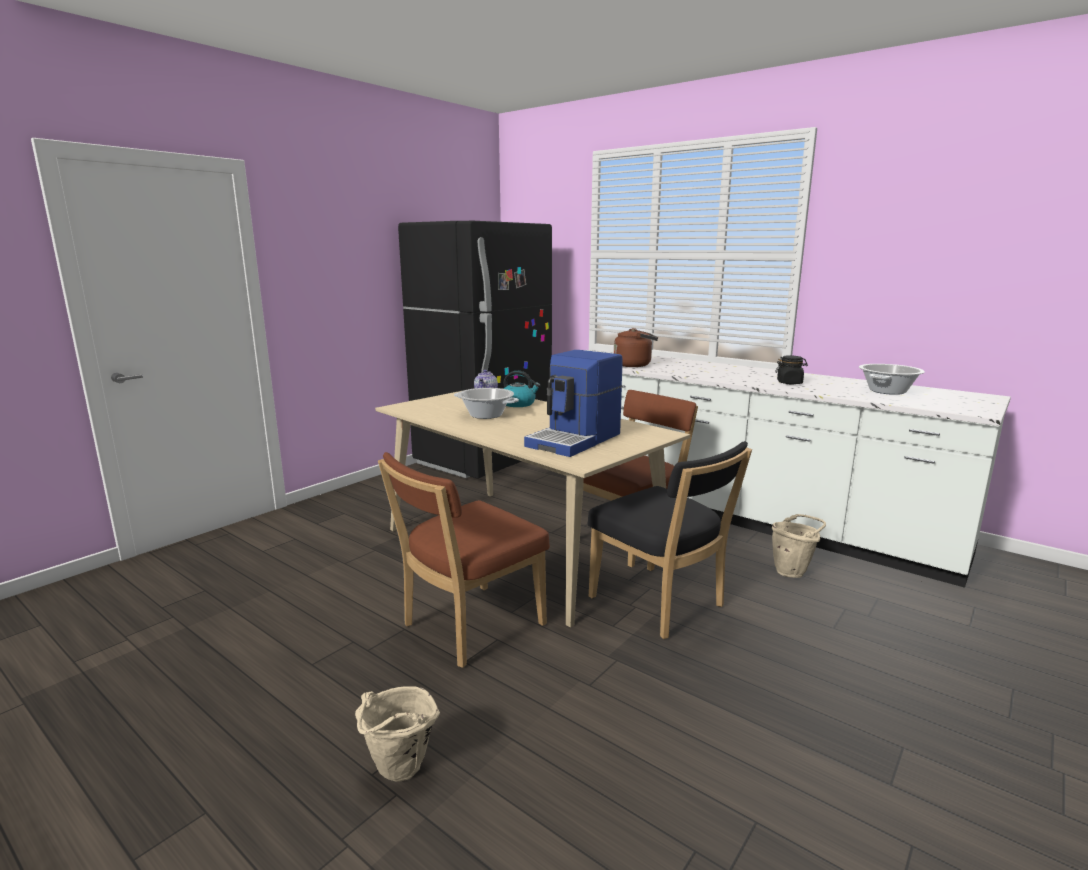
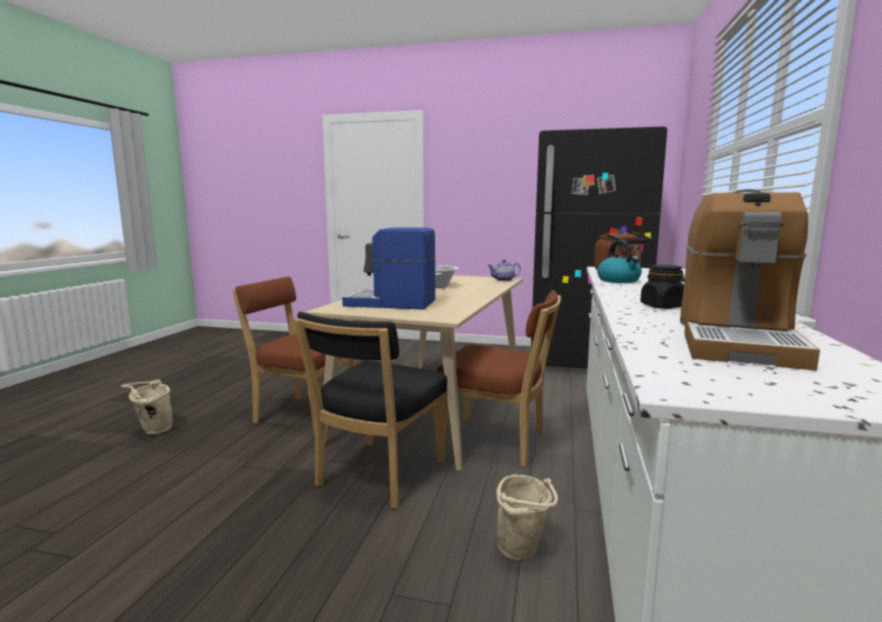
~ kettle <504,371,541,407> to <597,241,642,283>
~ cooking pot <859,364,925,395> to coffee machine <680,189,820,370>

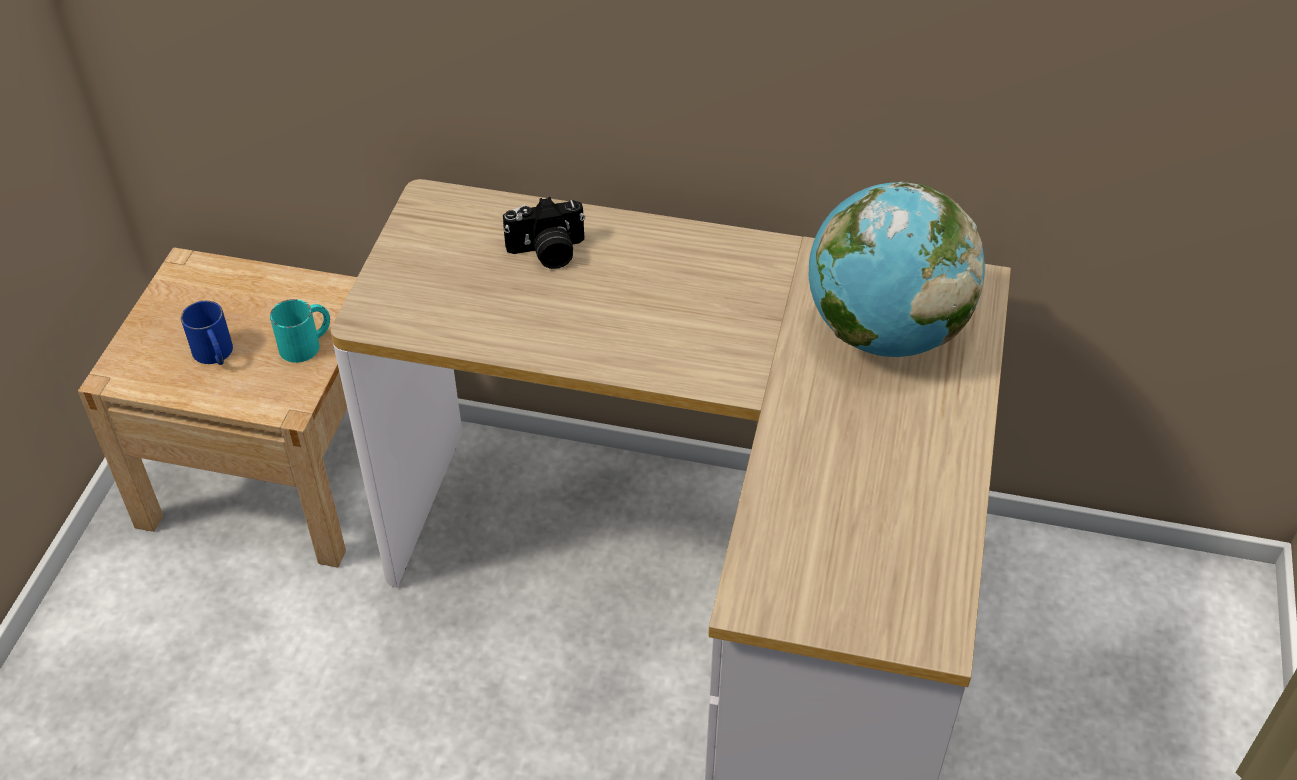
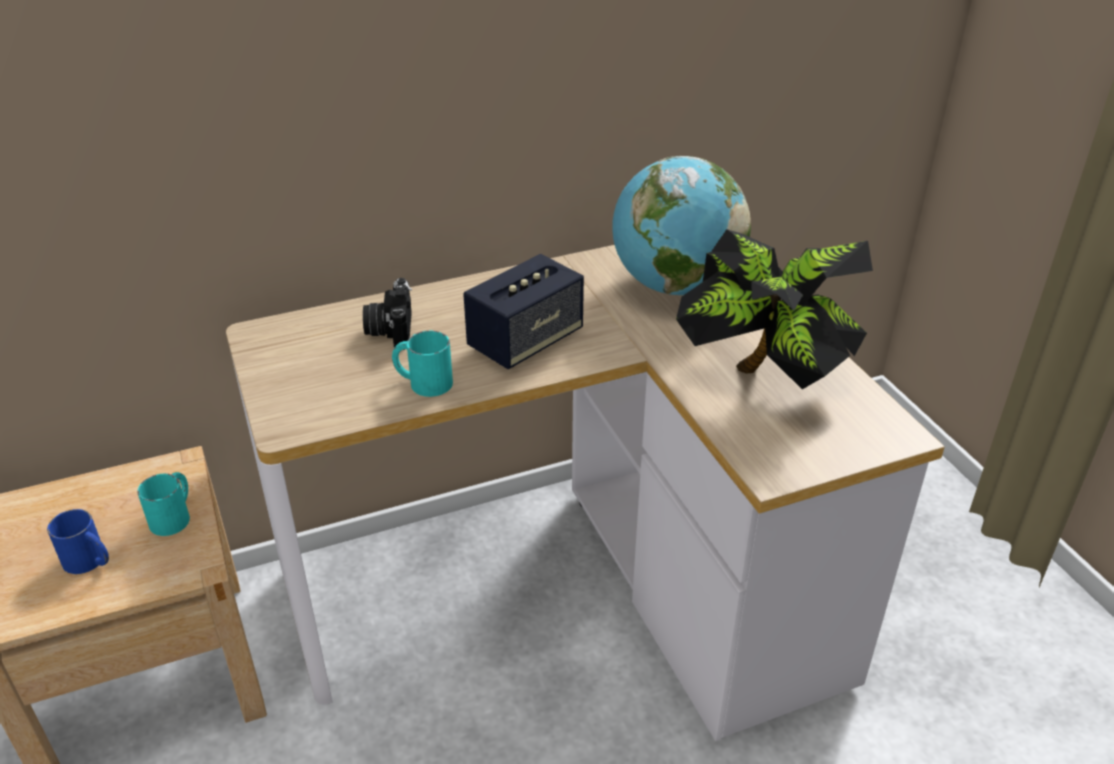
~ still camera <503,197,585,269> = <363,278,412,350> 135 degrees clockwise
+ blue-green coffee mug <392,331,453,397>
+ audio speaker <463,254,584,369>
+ potted plant <676,229,873,389>

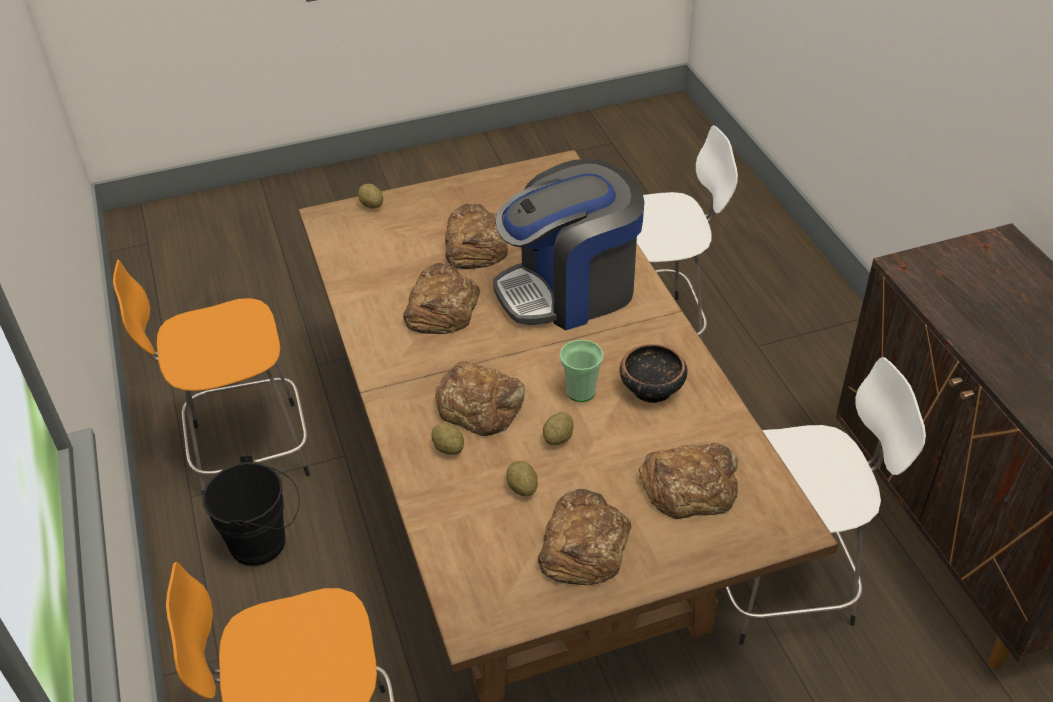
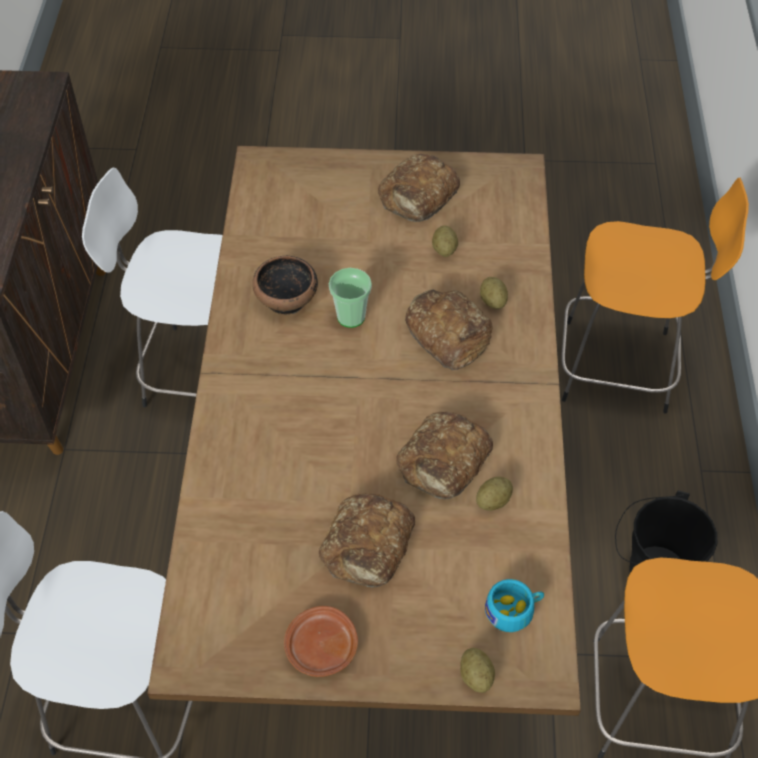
+ brownish plate <284,606,358,677>
~ spud <543,412,574,445> to <476,477,513,511>
+ blue-green small cup <485,579,544,632>
- coffee machine <493,159,644,330>
- bakery bread <639,443,738,519>

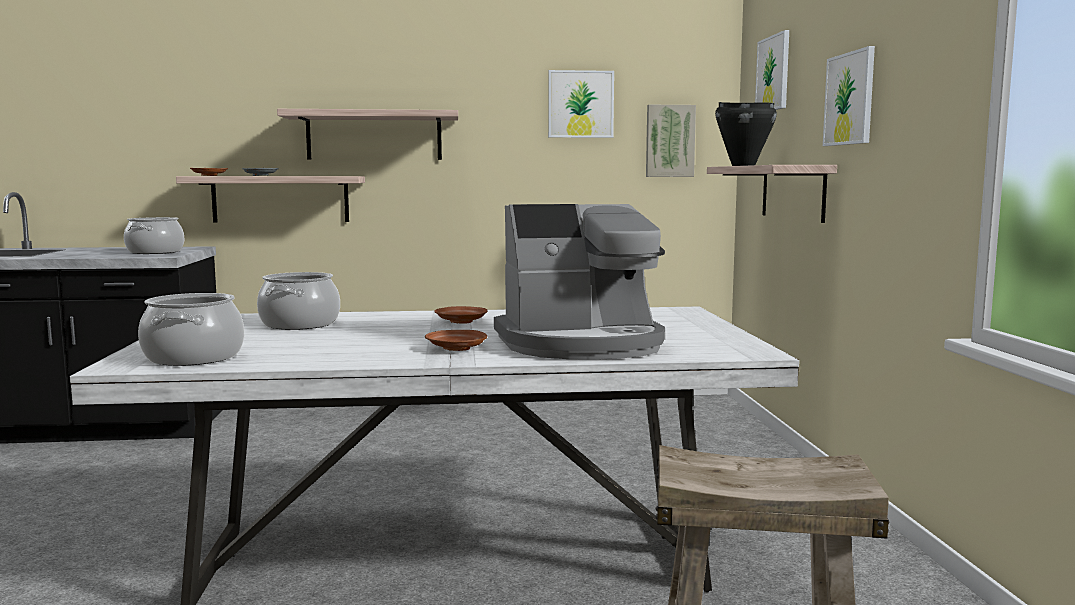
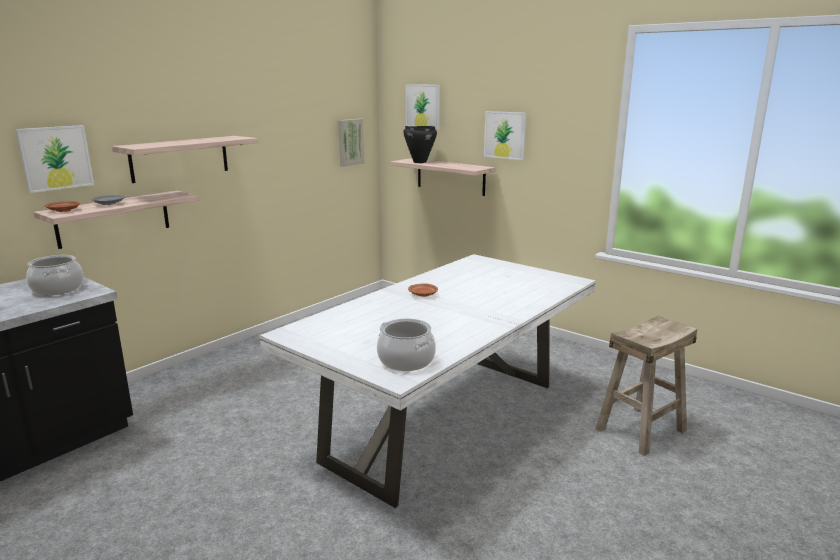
~ wall art <548,70,614,138> to <16,125,94,193>
- cooking pot <257,272,340,330>
- brownish plate <425,330,487,351>
- coffee machine <494,204,665,360>

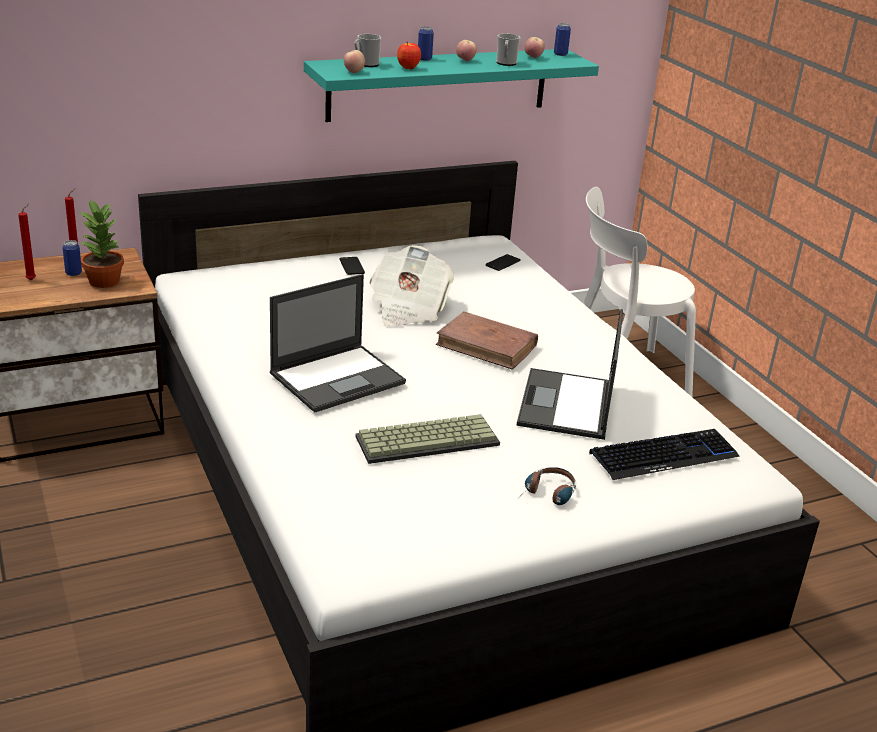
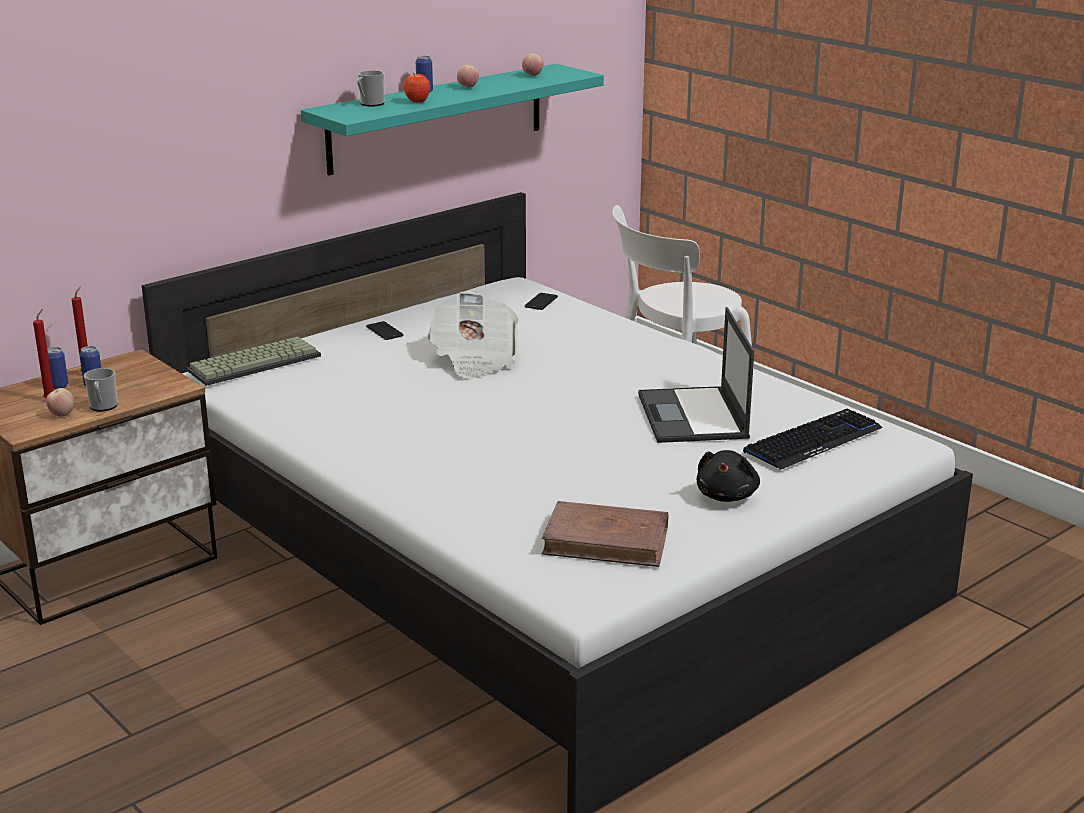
~ whole apple <344,50,365,73> to <46,388,75,417>
~ sealed can <554,23,571,56> to <47,347,68,389>
~ coffee mug <496,34,520,66> to <84,368,118,411>
~ PC keyboard <356,414,500,464> to <187,337,321,386>
~ brownish volume <436,312,538,370> to <542,501,668,567>
~ headphones <525,467,577,505> to black soft toy <697,450,760,502>
- potted plant <78,200,124,288>
- laptop <270,274,406,413>

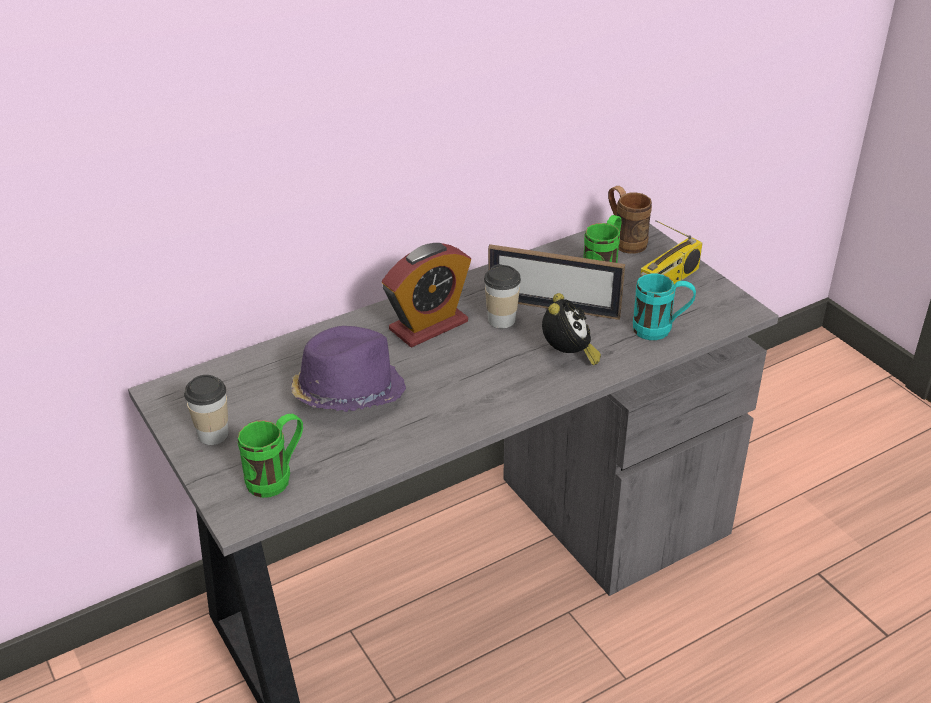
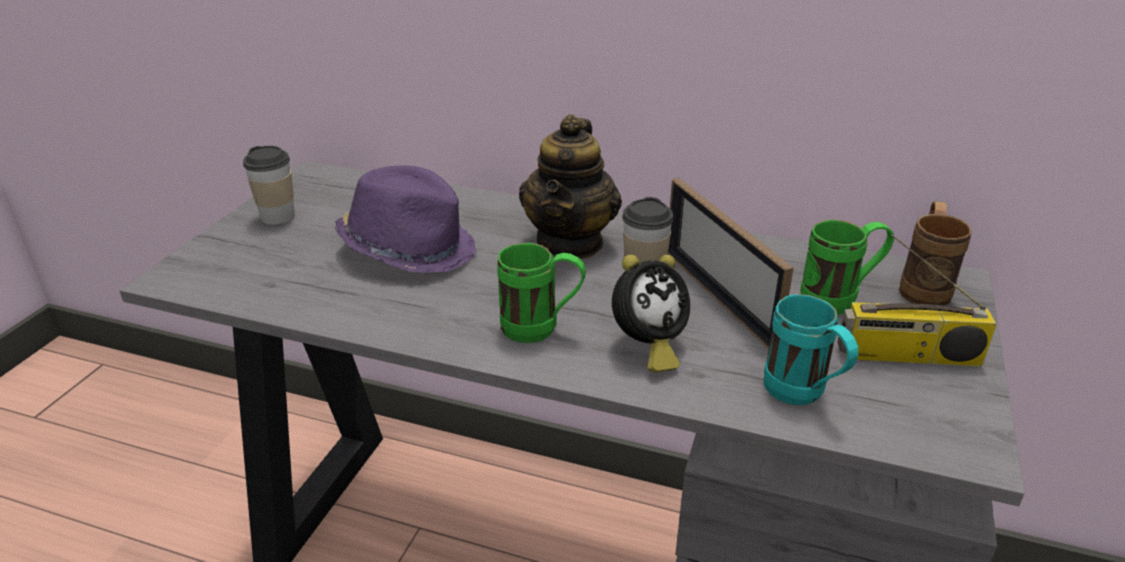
~ green coffee mug <238,414,303,498> to <497,243,586,343>
~ alarm clock <382,243,471,348> to tea pot <519,114,622,259>

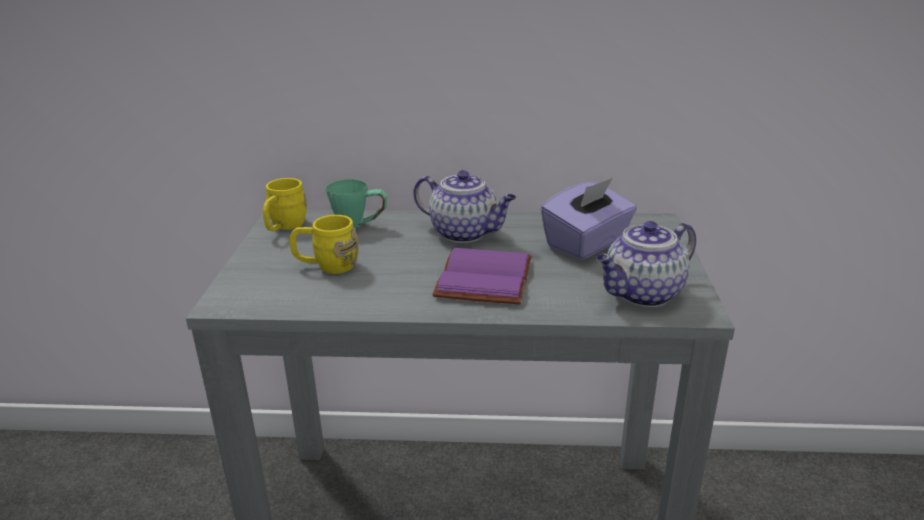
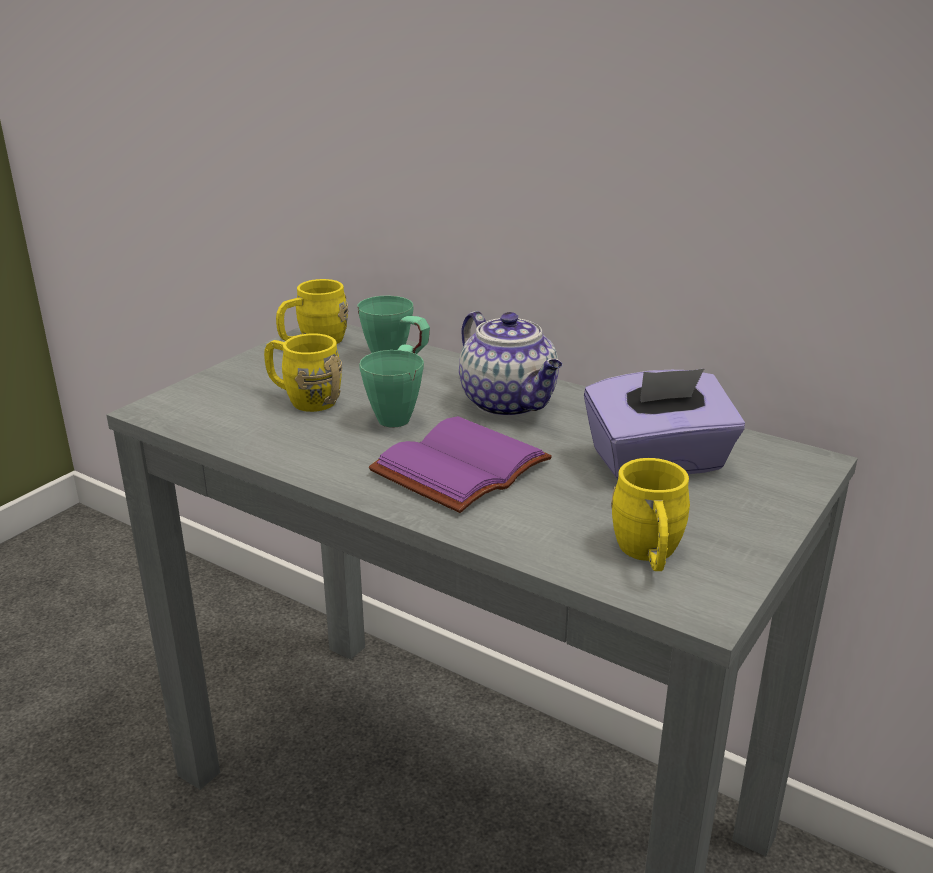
+ green coffee mug <359,344,424,428>
~ tea pot <597,221,696,307> to yellowish coffee mug <611,458,690,571>

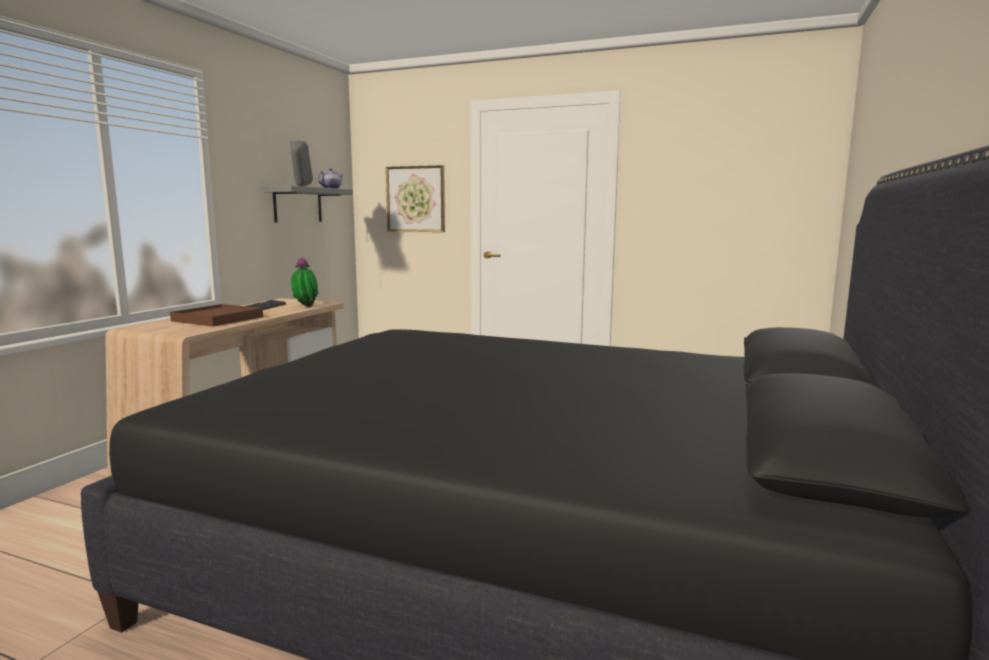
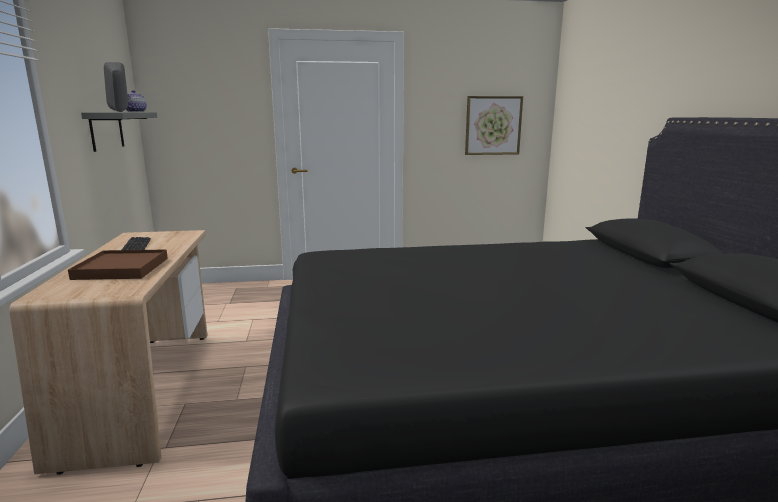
~ wall art <386,165,445,232> to <465,96,523,155>
- potted plant <291,257,318,307>

